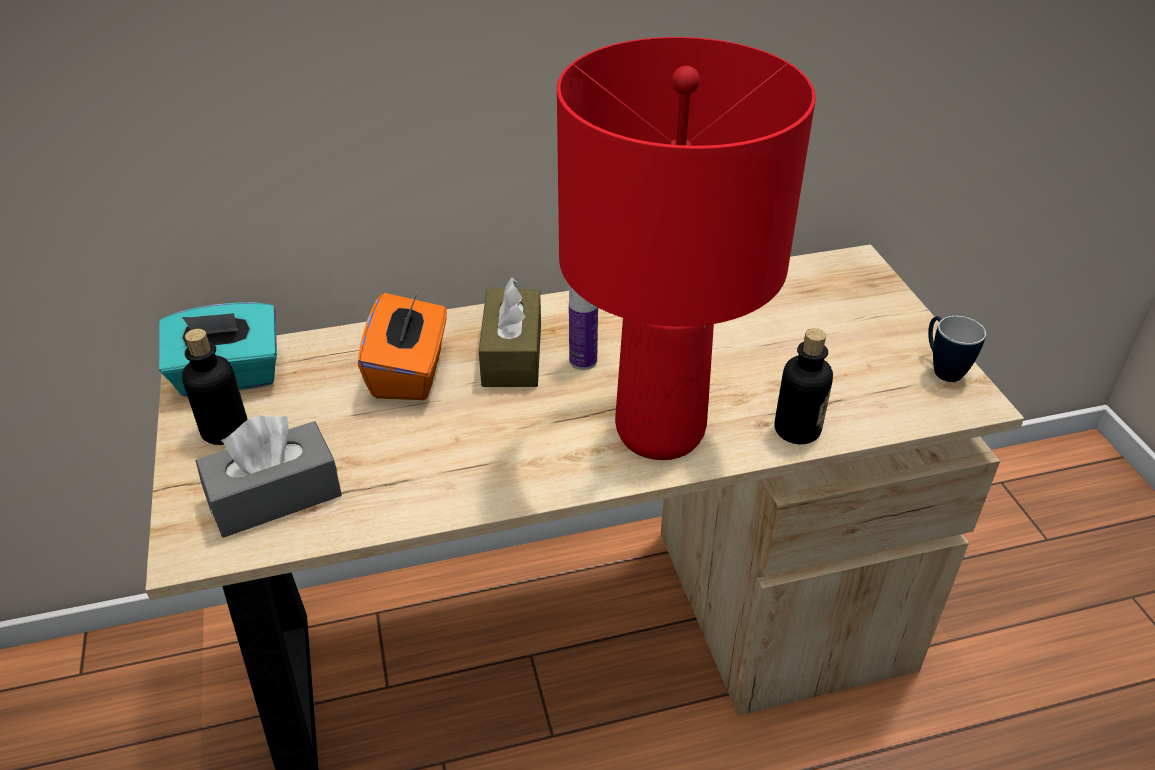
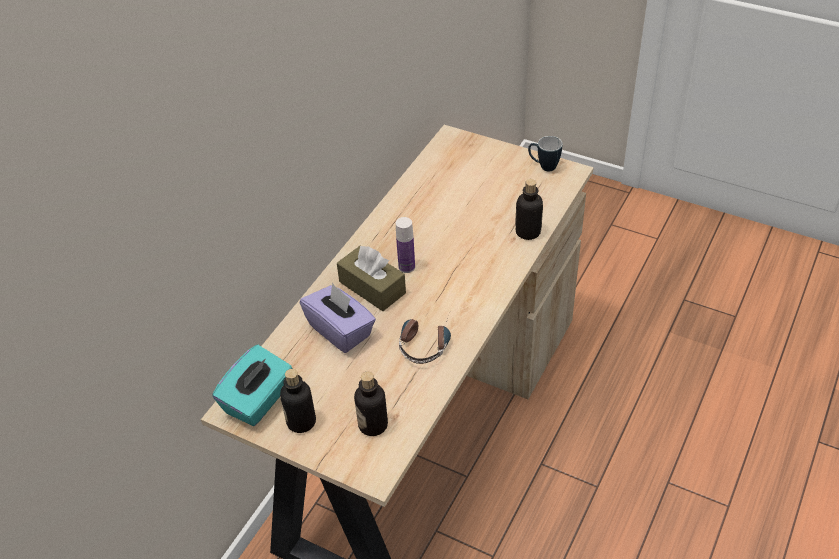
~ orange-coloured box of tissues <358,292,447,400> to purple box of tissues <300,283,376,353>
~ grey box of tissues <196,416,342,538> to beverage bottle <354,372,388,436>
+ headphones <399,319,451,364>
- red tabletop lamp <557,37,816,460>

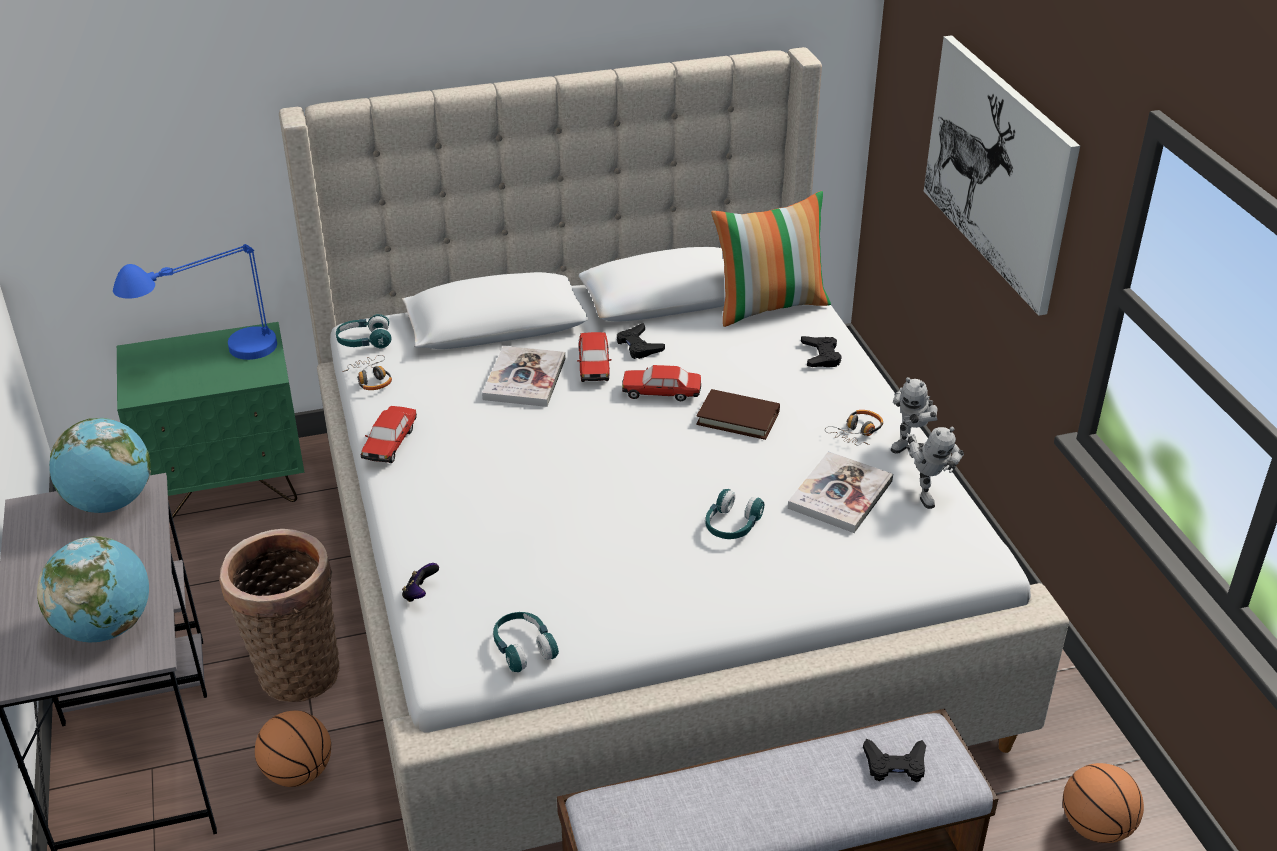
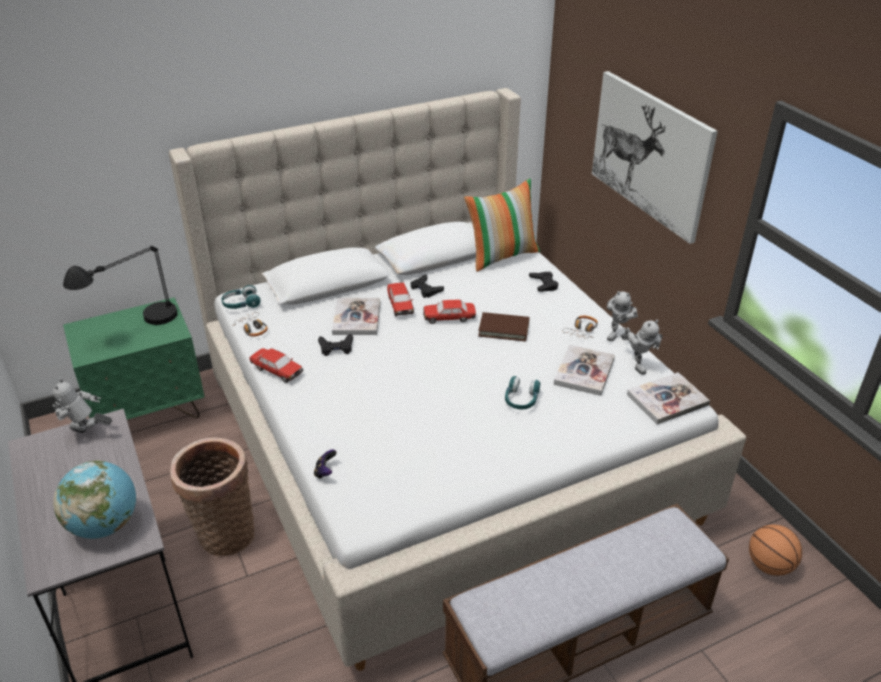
~ desk globe <49,418,151,513> to robot figure <53,378,112,433>
~ blue-coloured tabletop lamp <113,244,277,360> to black tabletop lamp <63,246,177,325>
~ miniature car <361,406,417,463> = <249,348,303,383> 60 degrees counterclockwise
~ black joypad <863,738,926,782> to <318,334,353,356>
+ volume <627,372,710,424>
- basketball <255,710,331,787>
- blue-green headphones <493,612,559,672>

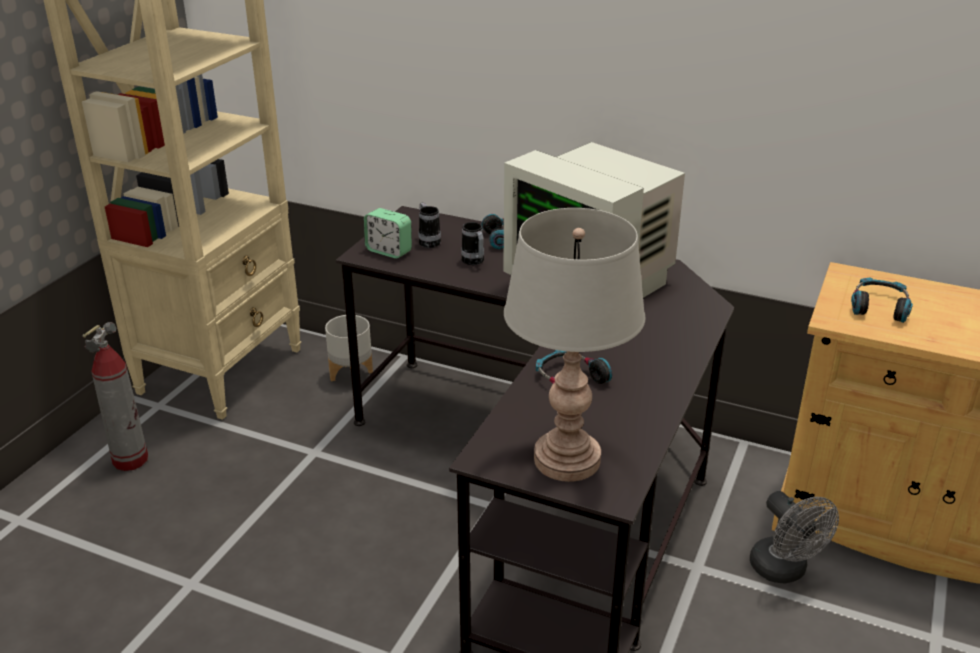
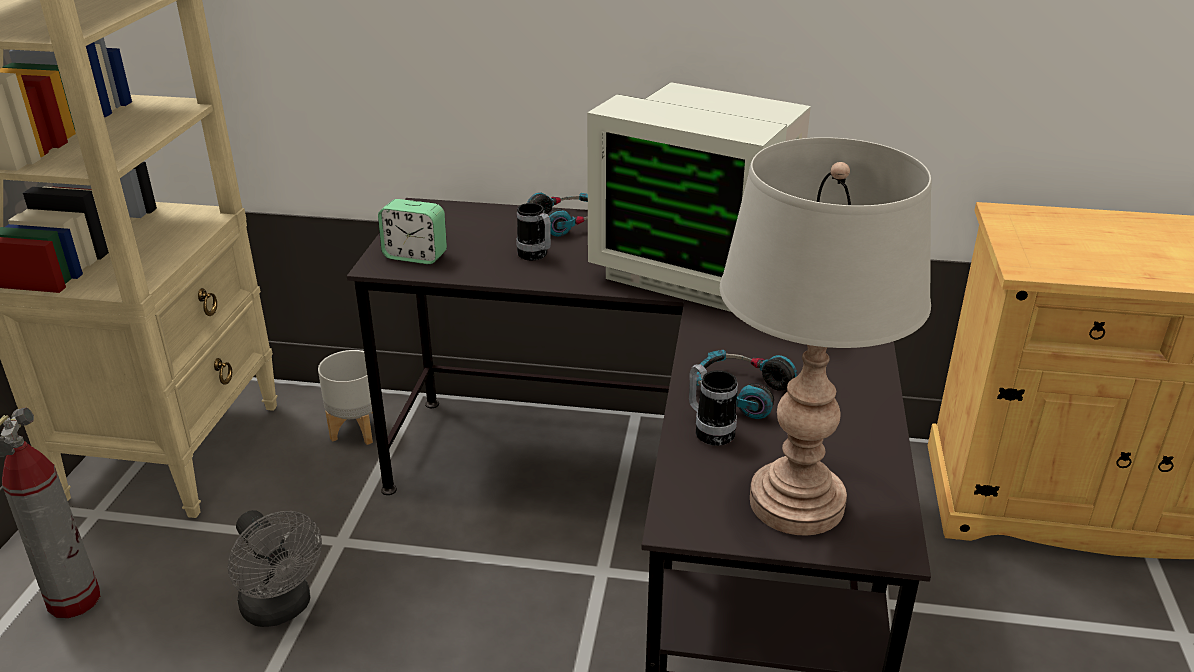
~ grey cooling fan <750,491,839,583> to <228,510,322,627>
~ coffee mug <418,202,441,248> to <689,364,738,446>
- headphones <851,277,913,323>

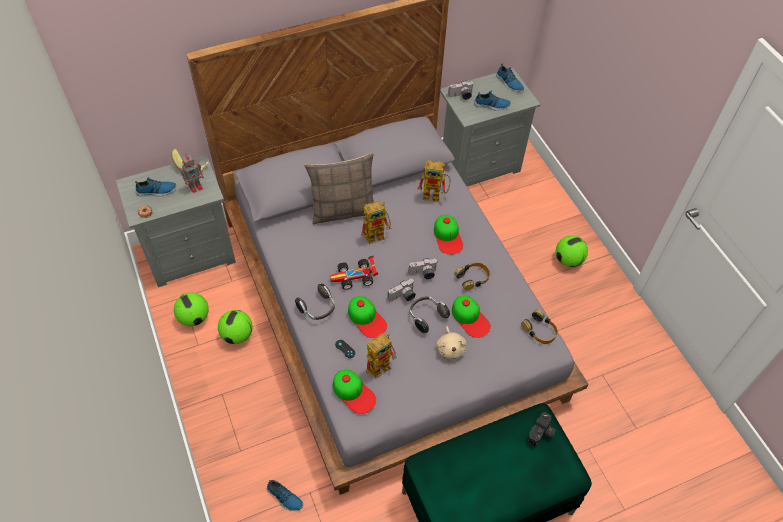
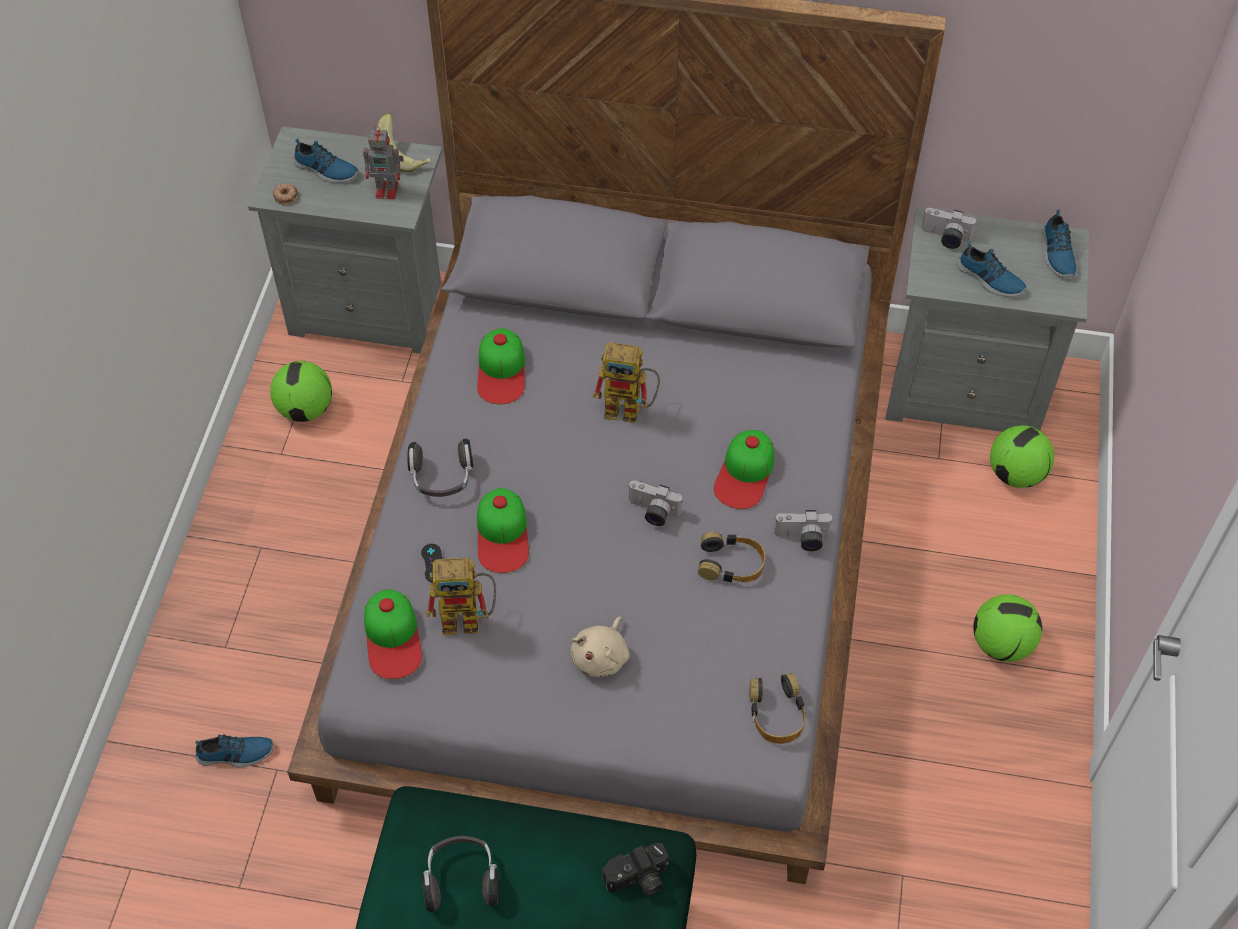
~ item of footwear <267,480,303,511> = <195,734,274,767> 75 degrees counterclockwise
~ headphones <409,296,450,333> to <422,836,499,912>
~ cap <452,296,491,338> to <477,328,525,404>
~ still camera <388,279,416,302> to <774,510,833,551>
~ football ball <218,310,253,344> to <990,425,1054,488>
- cushion <304,153,374,224>
- miniature car <330,256,378,290>
- robot figure <417,160,451,202>

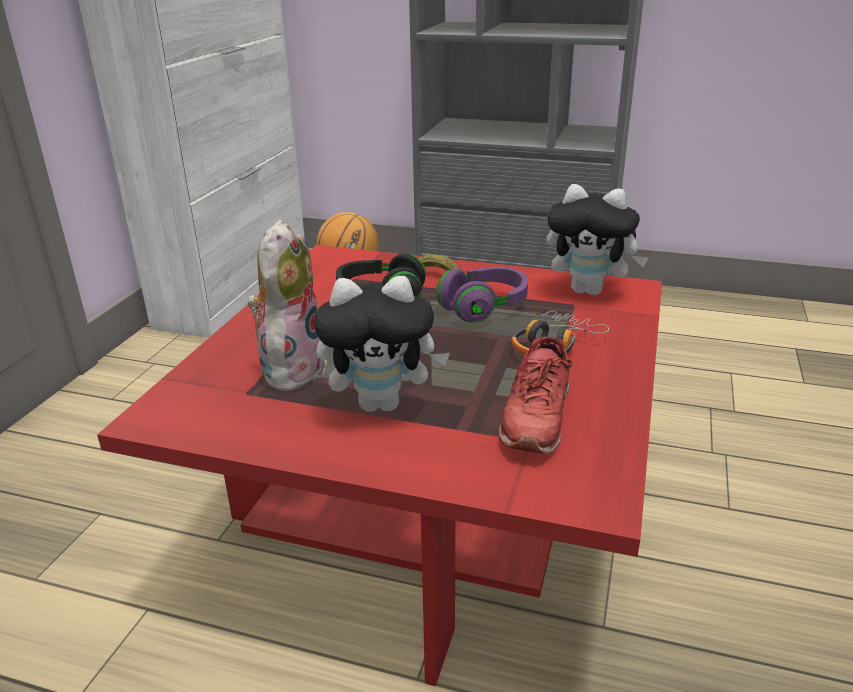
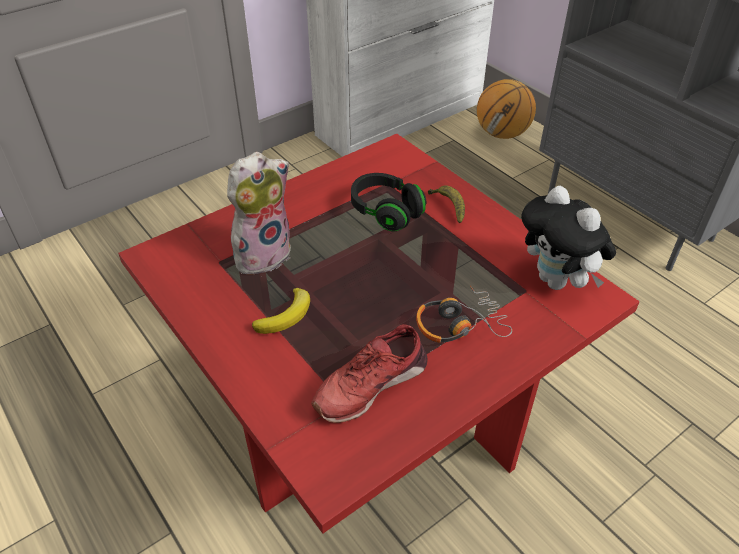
~ soft toy <314,276,450,412> to banana <252,288,310,334>
- purple headphones <436,267,528,323>

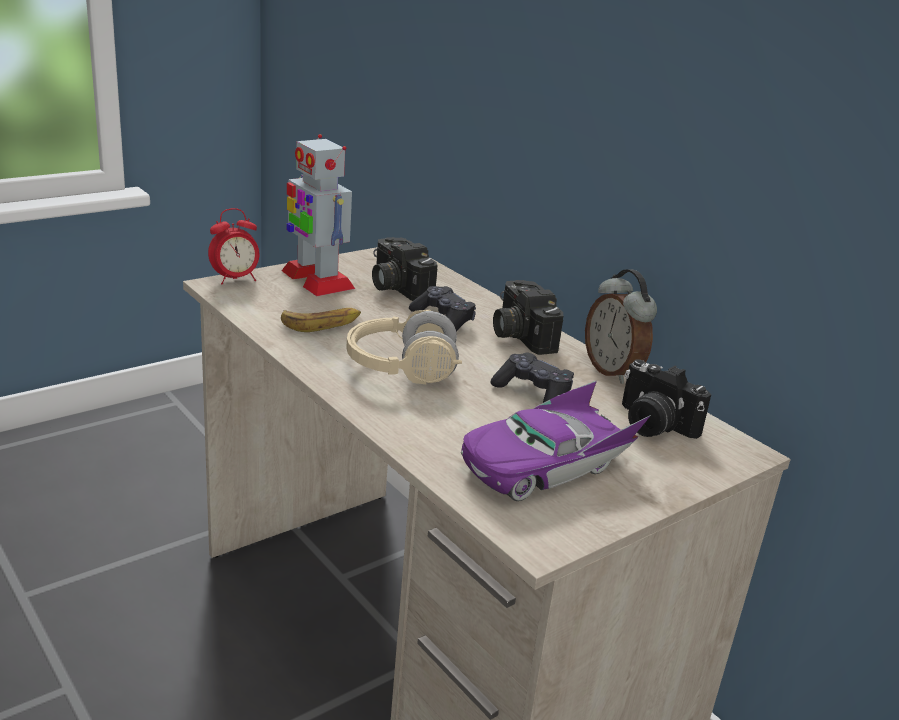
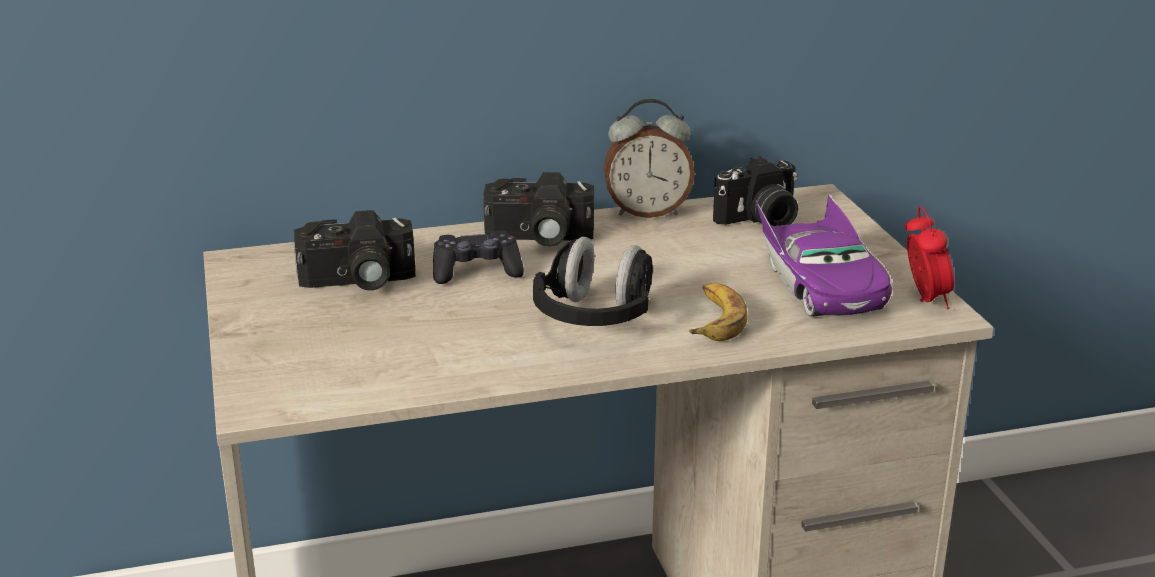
~ beige headphones <346,309,462,385> to black headphones <533,237,653,326>
~ banana <281,308,361,332> to <689,283,747,341>
~ alarm clock <208,208,259,285> to <905,207,954,309>
- robot figure <282,134,355,296>
- black joypad <491,352,574,403>

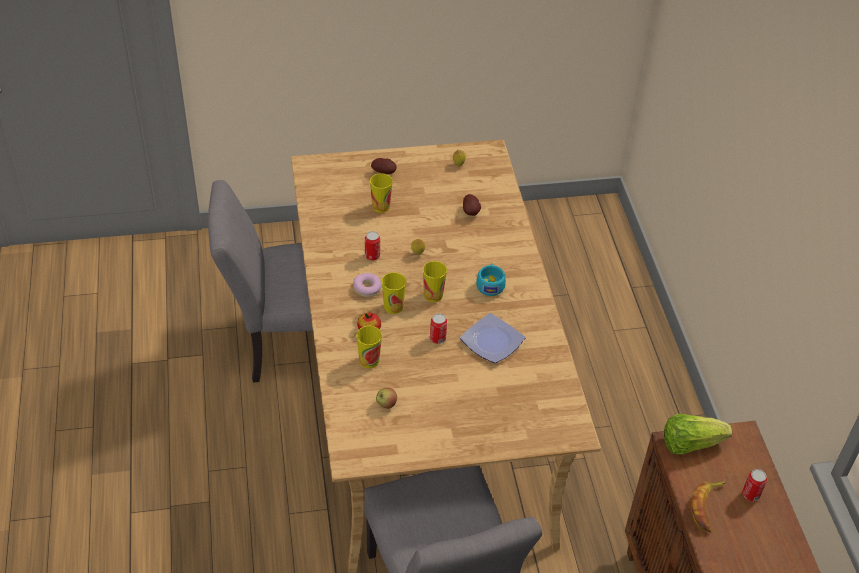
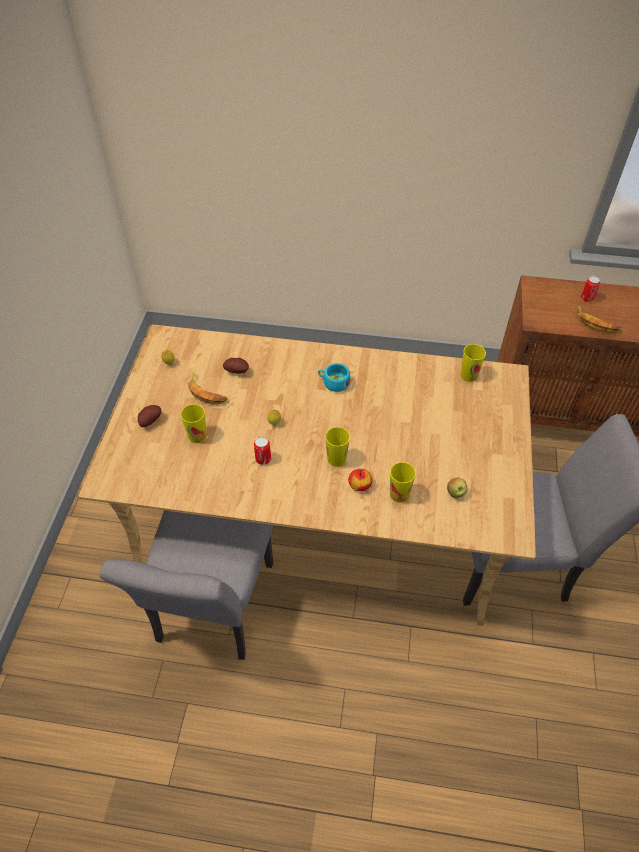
+ banana <187,372,228,404>
~ small cup <423,261,447,302> to <460,344,486,382>
- doughnut <353,273,381,297>
- sealed can <430,314,447,344>
- plate <460,313,525,363>
- head of lettuce <664,414,732,455>

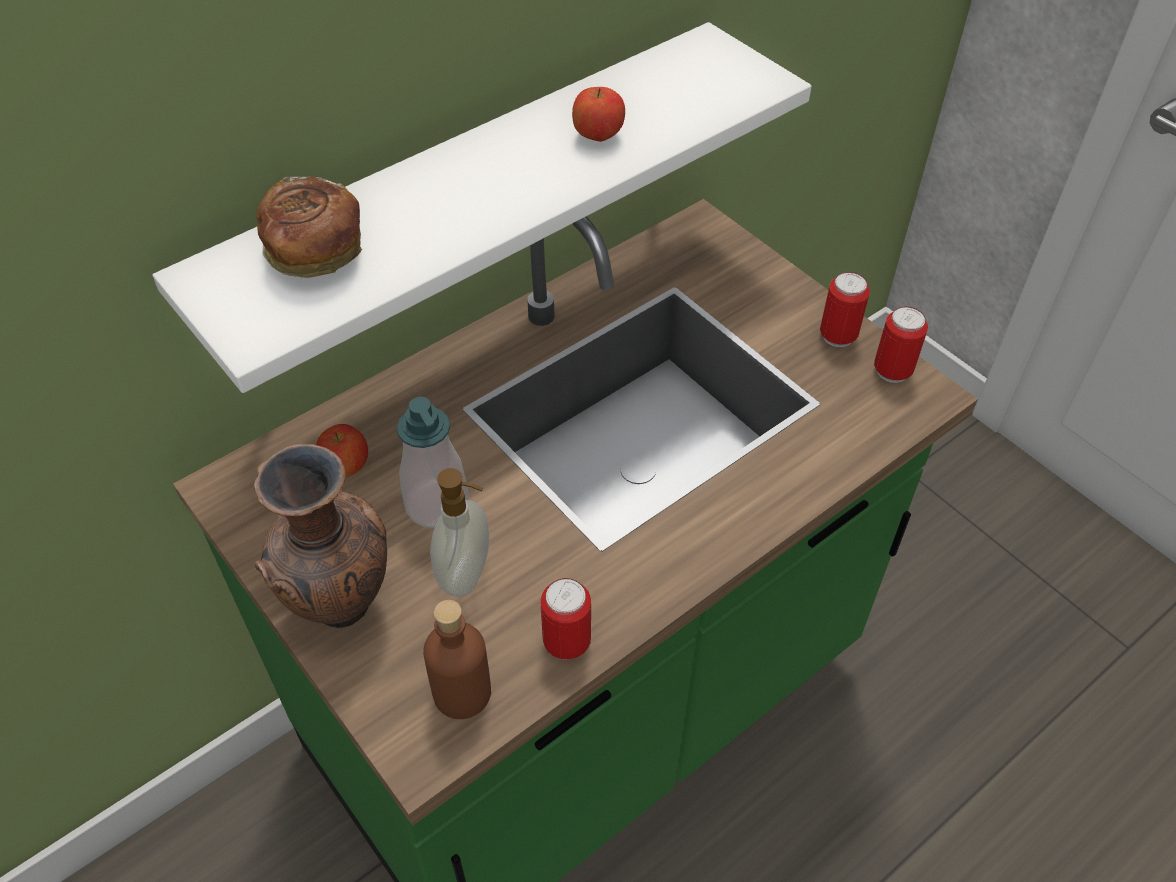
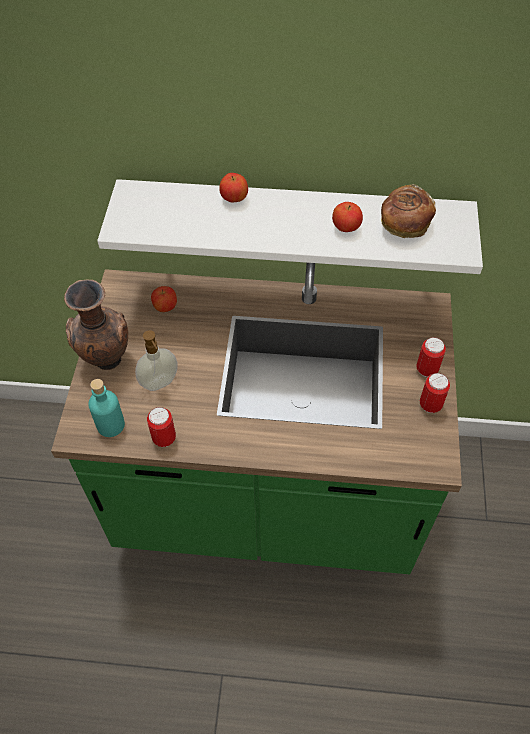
~ brownish beverage bottle <423,600,491,719> to blue-green beverage bottle <88,379,125,437>
+ whole apple <219,173,248,203>
~ bakery bread <256,176,362,278> to <381,184,436,238>
~ sealed can <874,306,928,383> to <416,337,446,377>
- soap bottle <397,397,469,528>

